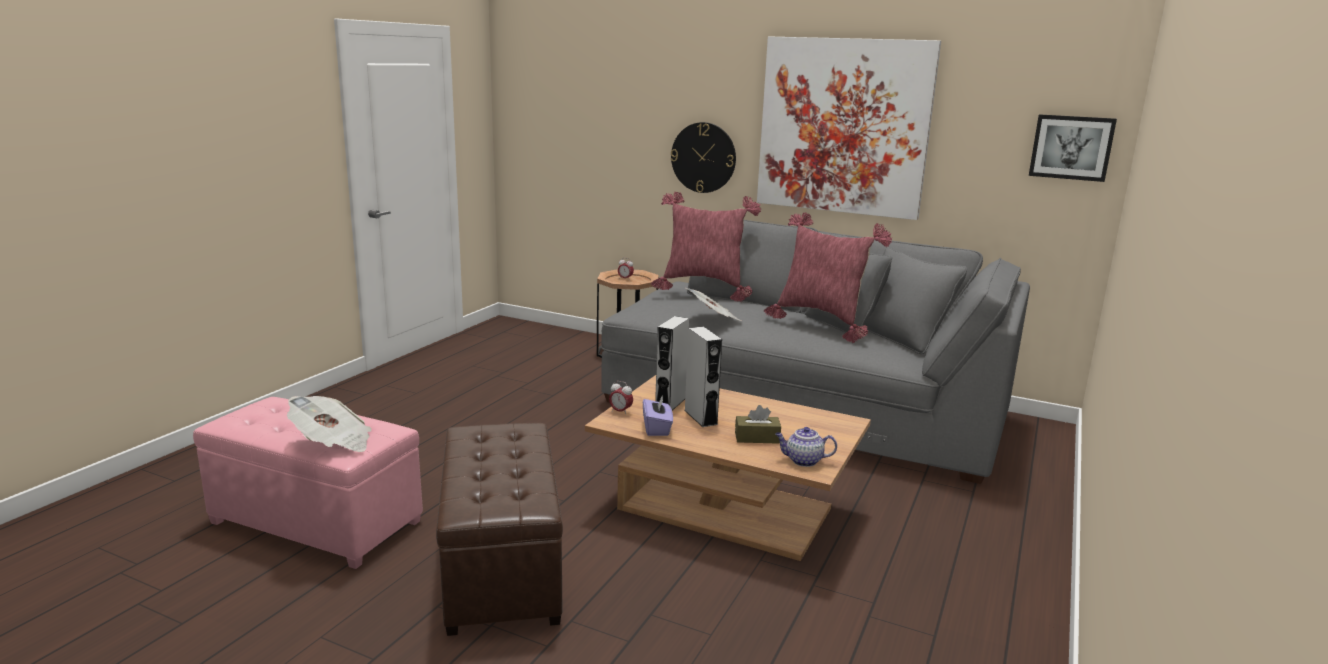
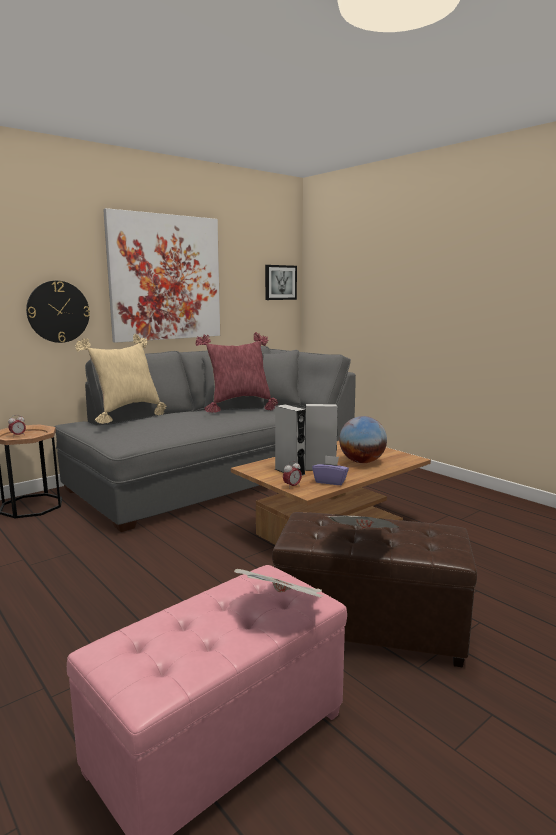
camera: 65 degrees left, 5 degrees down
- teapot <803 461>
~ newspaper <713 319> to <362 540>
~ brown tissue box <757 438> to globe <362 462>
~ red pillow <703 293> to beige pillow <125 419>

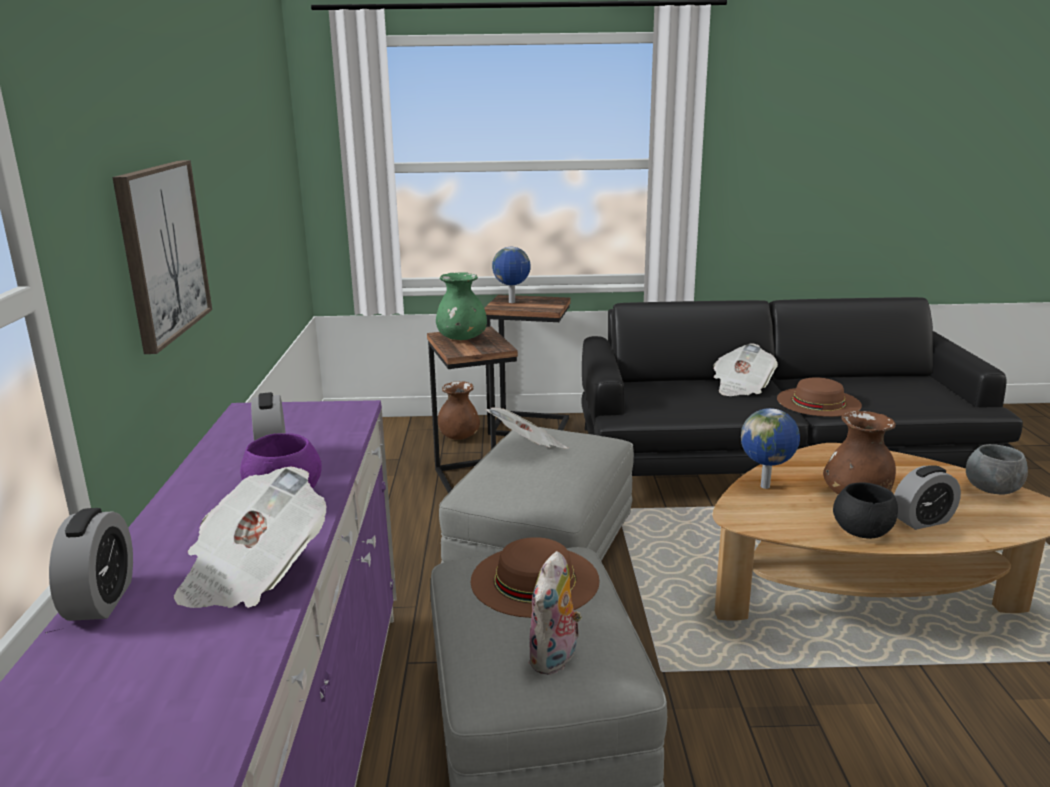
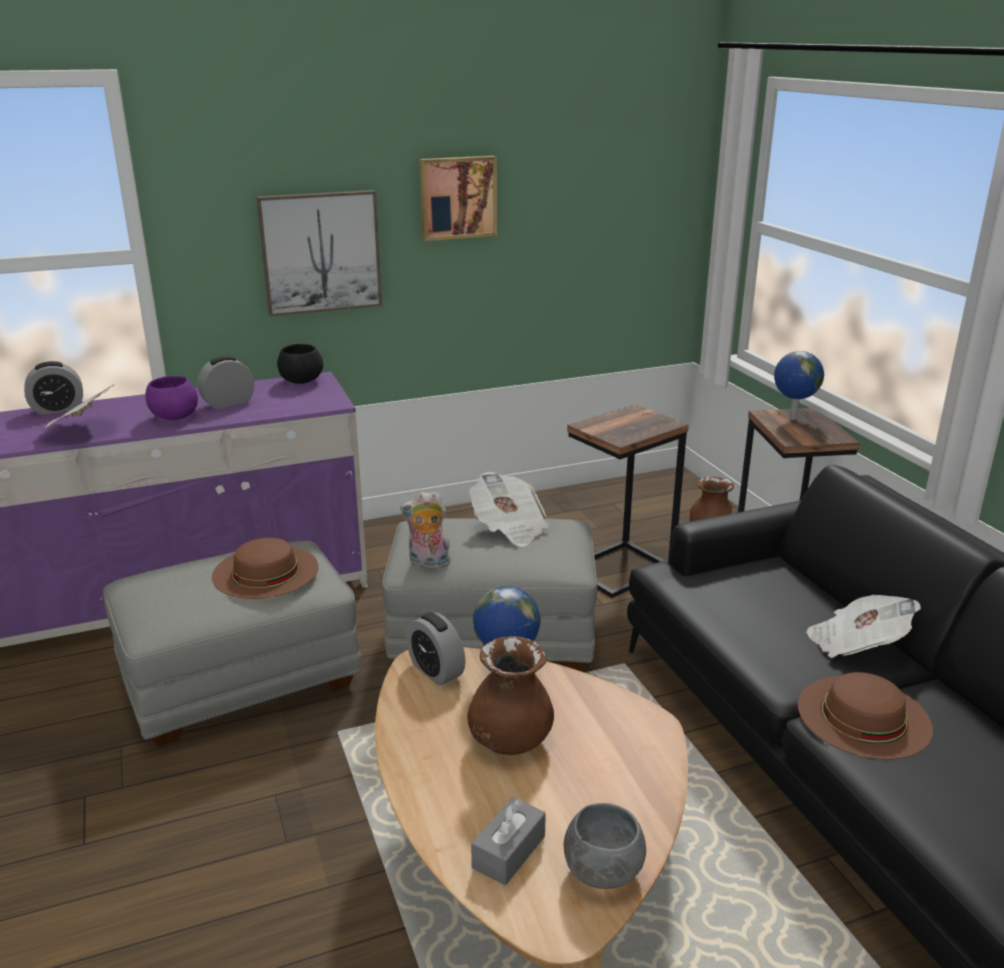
camera: 70 degrees right, 5 degrees up
- green vase <462 339>
+ picture <457 197>
+ grey tissue box <508 852>
~ plush toy <555 660> to <428 564>
~ black bowl <862 532> to <301 381>
~ alarm clock <922 521> to <436 671>

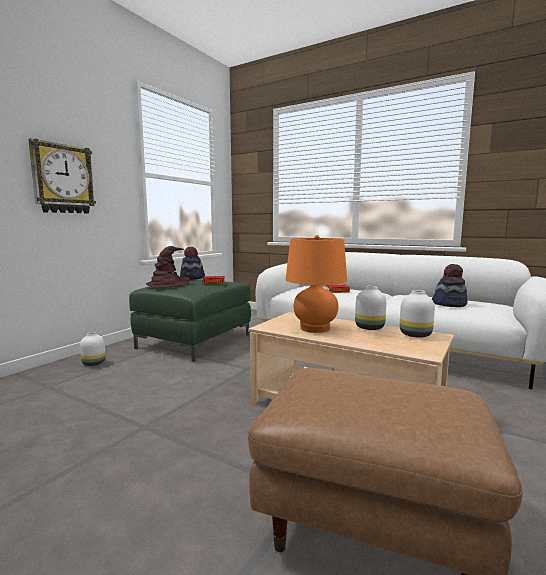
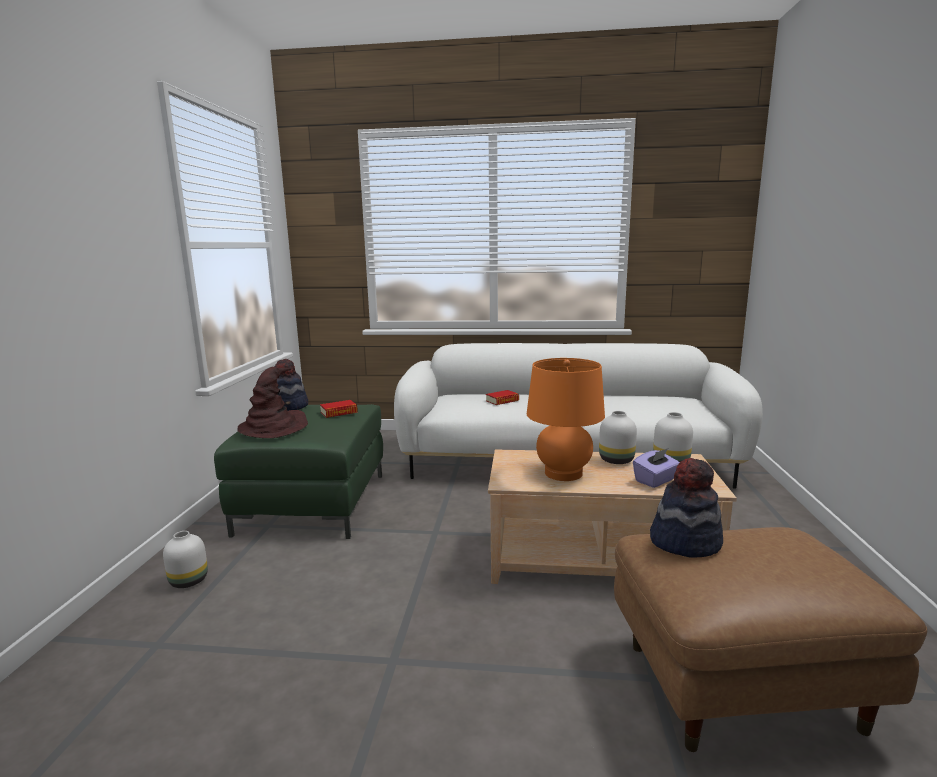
camera: 25 degrees left, 5 degrees up
- wall clock <62 179>
+ purple tissue box <655 480>
~ hat <449 304> to <684 541>

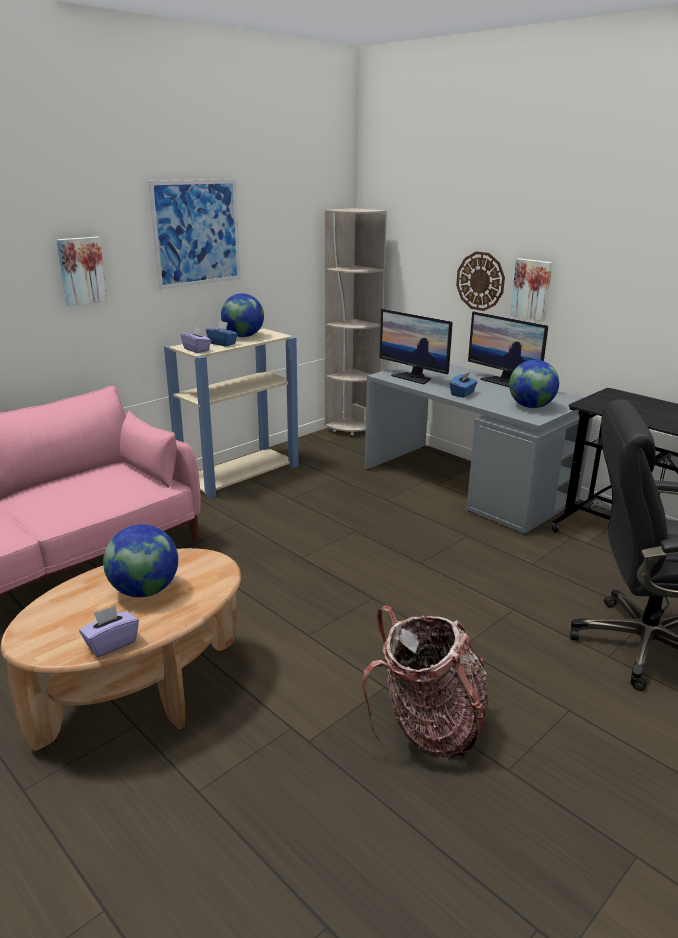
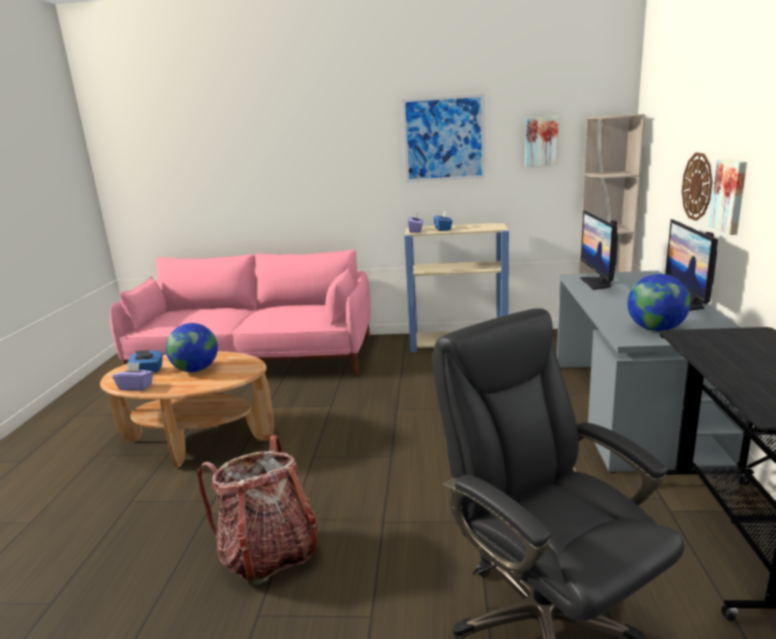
camera: 50 degrees right, 5 degrees down
- globe <243 336>
~ picture <81 270> to <541 141>
~ blue tissue box <462 394> to <147 371>

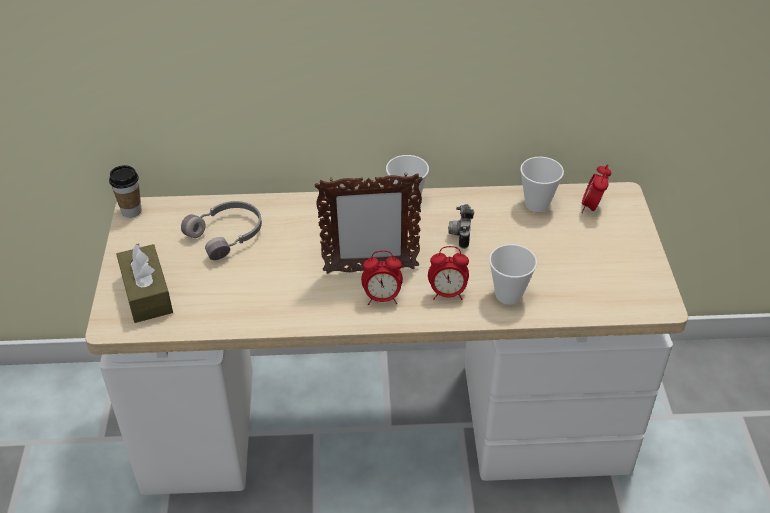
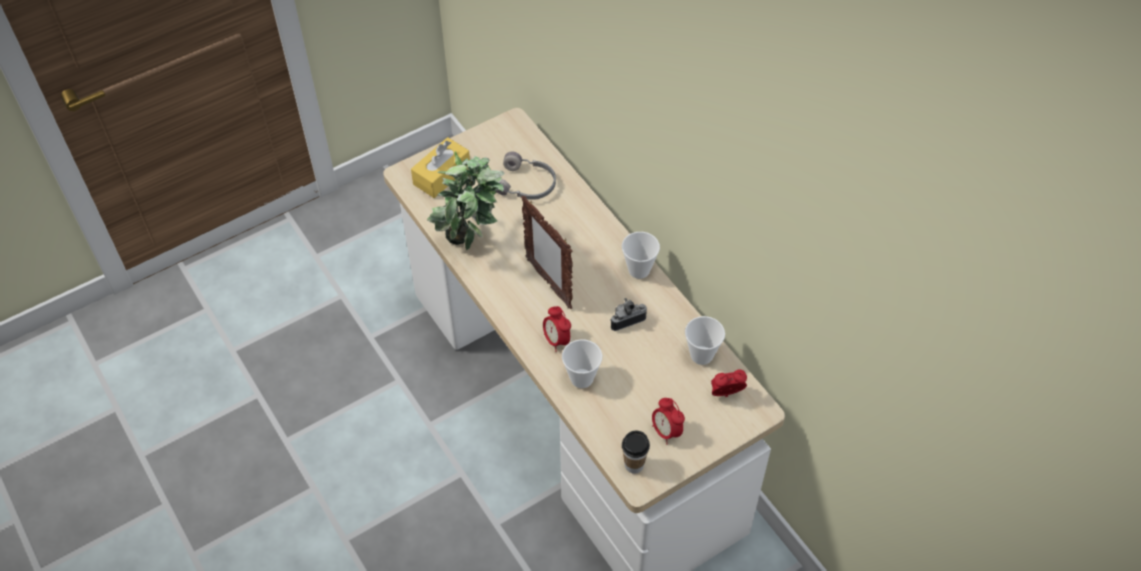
camera: 60 degrees right, 10 degrees up
+ potted plant <471 244>
~ cup <131 211> to <634 465>
~ alarm clock <382 298> to <666 431>
~ brown tissue box <147 293> to yellow tissue box <442 175>

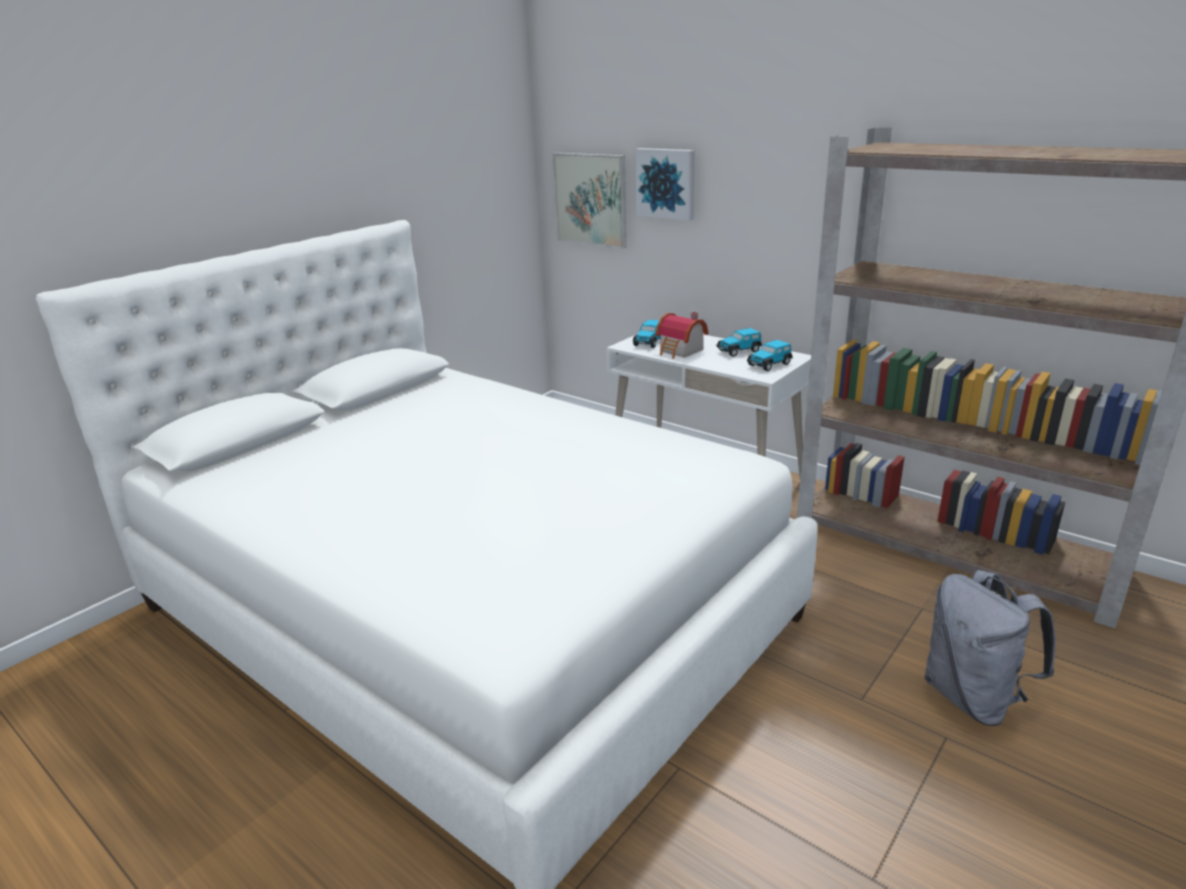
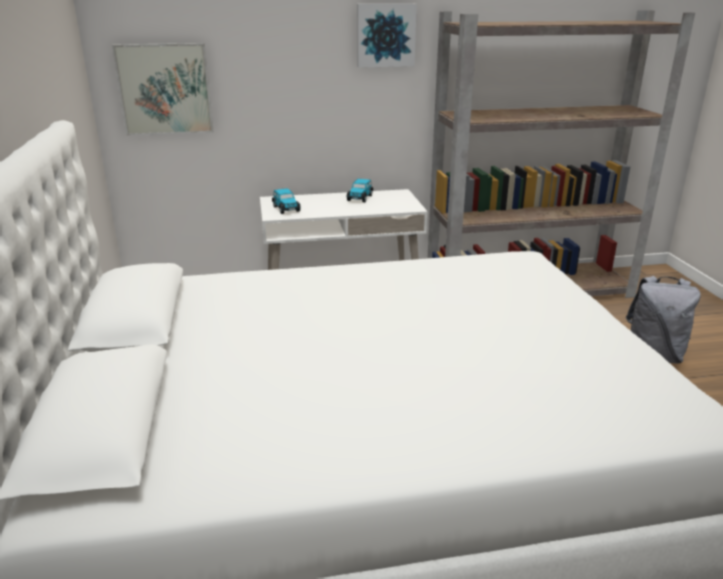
camera: 50 degrees left, 0 degrees up
- toy house <681 351>
- toy car <770 364>
~ picture <666 183> to <385 35>

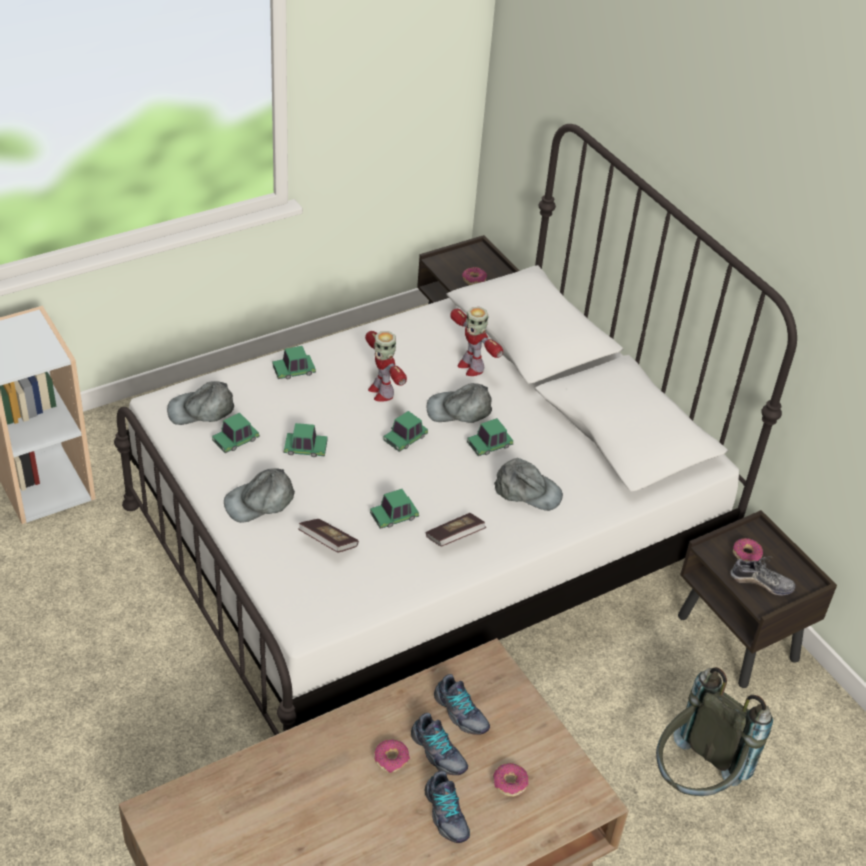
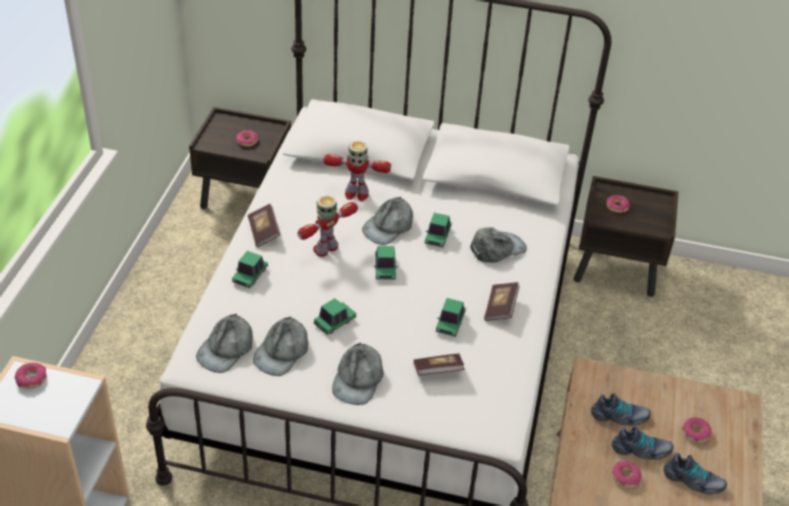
camera: 45 degrees left, 0 degrees up
- grey backpack <694 781>
- shoe <761 583>
+ donut <32 379>
+ book <264 232>
~ toy car <236 440> to grey cap <282 351>
~ toy robot <381 391> = <326 249> 120 degrees clockwise

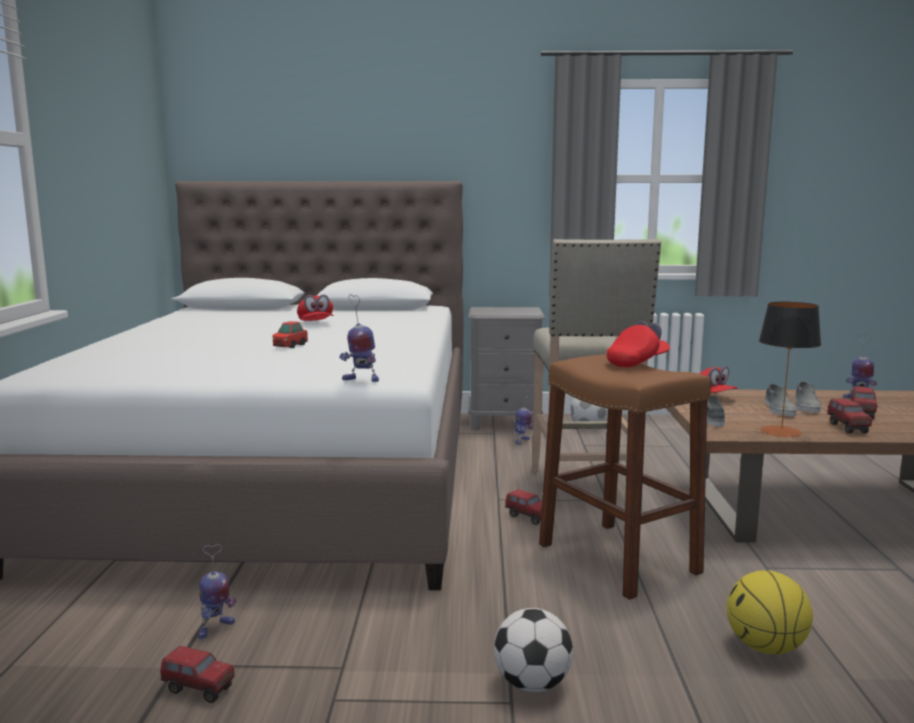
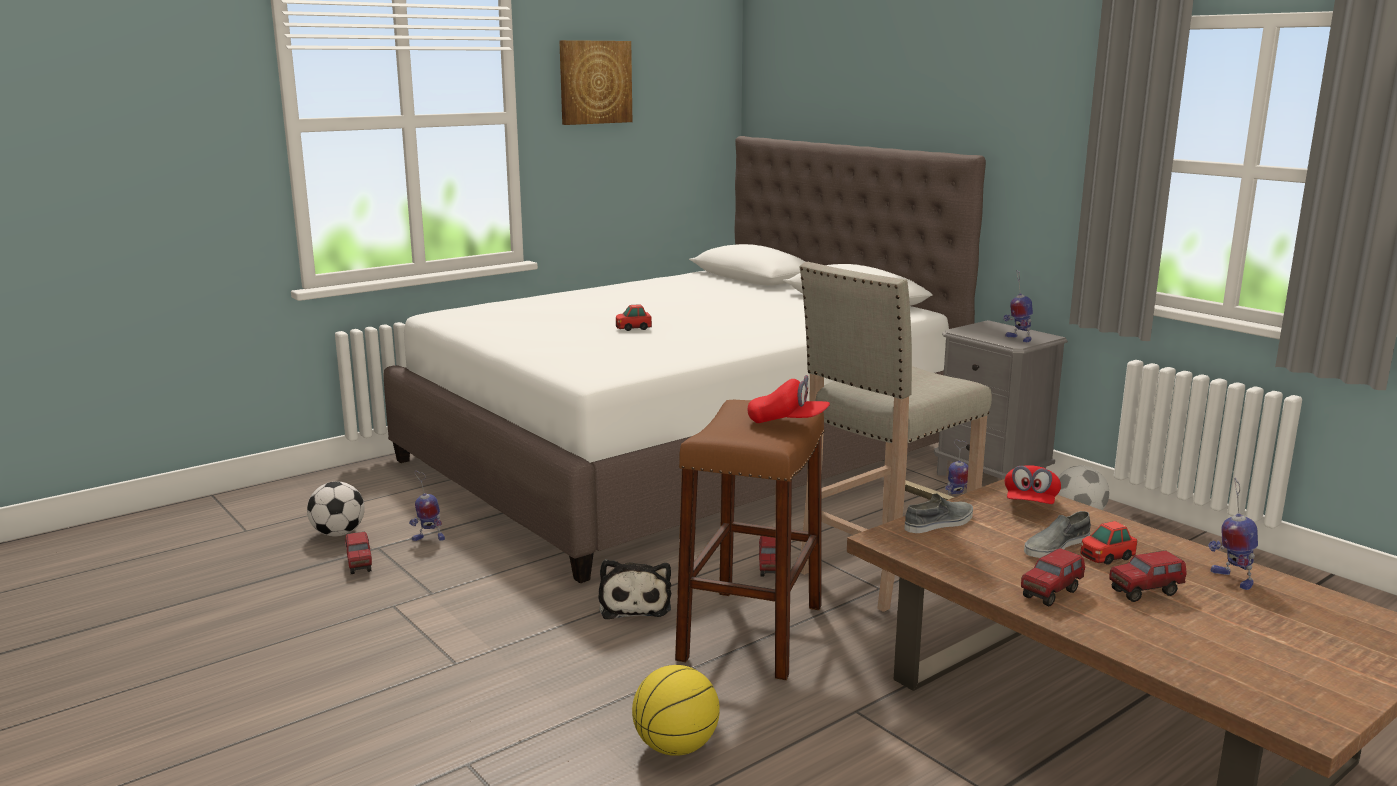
camera: 50 degrees right, 5 degrees up
- red cap <316 323>
- table lamp <781 431>
+ picture <595 82>
+ plush toy <635 604>
~ toy robot <360 380> to <1017 338>
~ football <532 684> to <338 534>
~ grey shoe <805 406> to toy car <1106 557>

